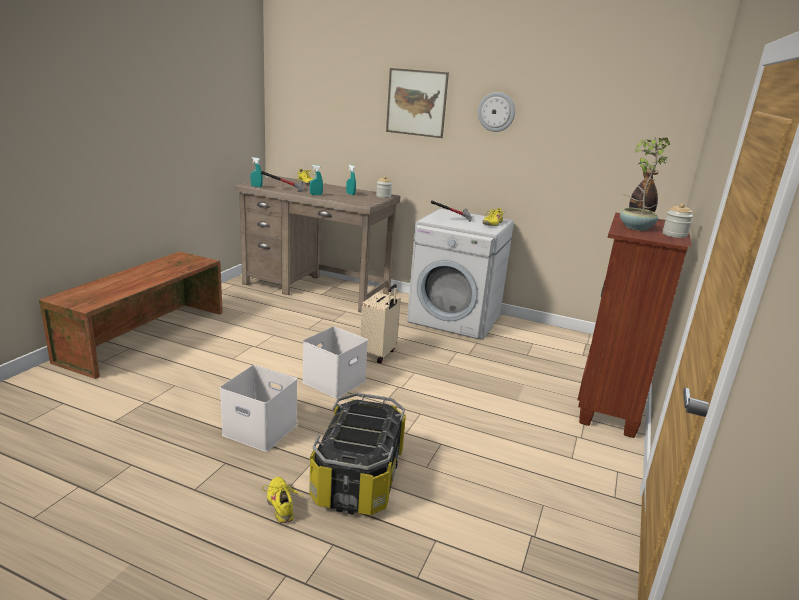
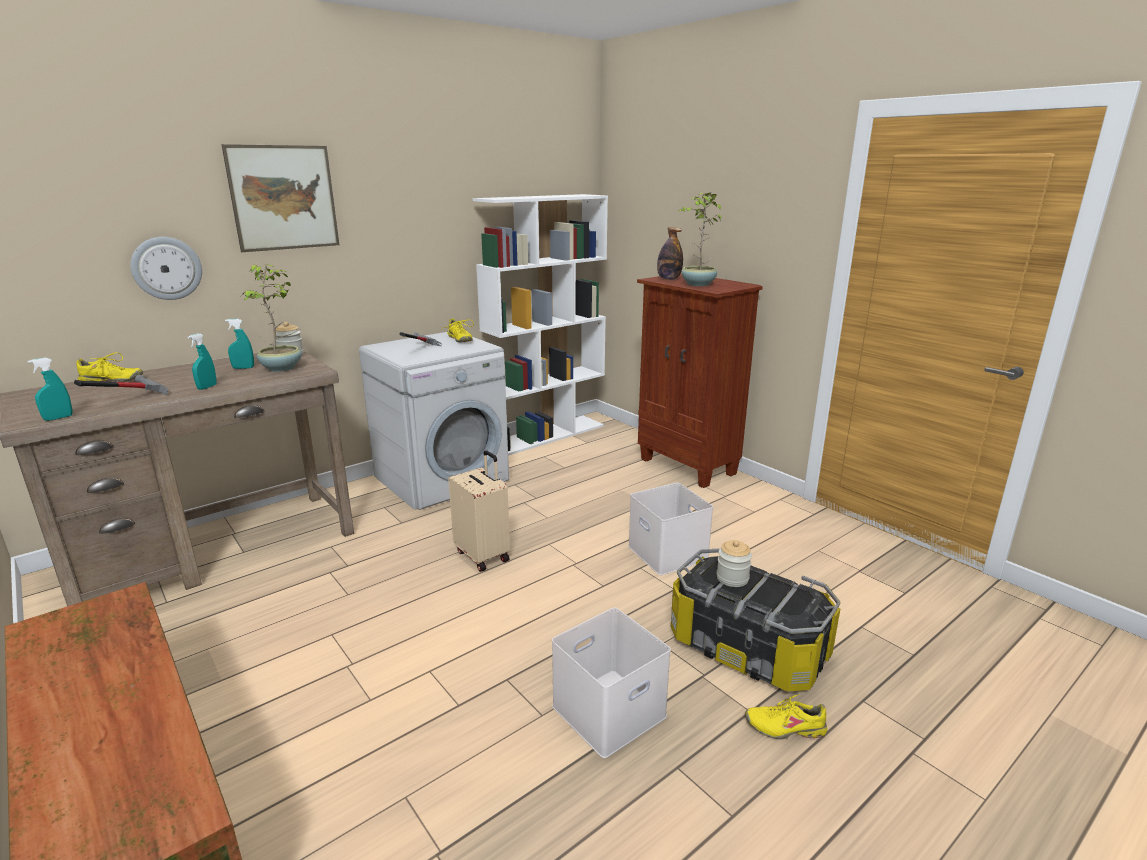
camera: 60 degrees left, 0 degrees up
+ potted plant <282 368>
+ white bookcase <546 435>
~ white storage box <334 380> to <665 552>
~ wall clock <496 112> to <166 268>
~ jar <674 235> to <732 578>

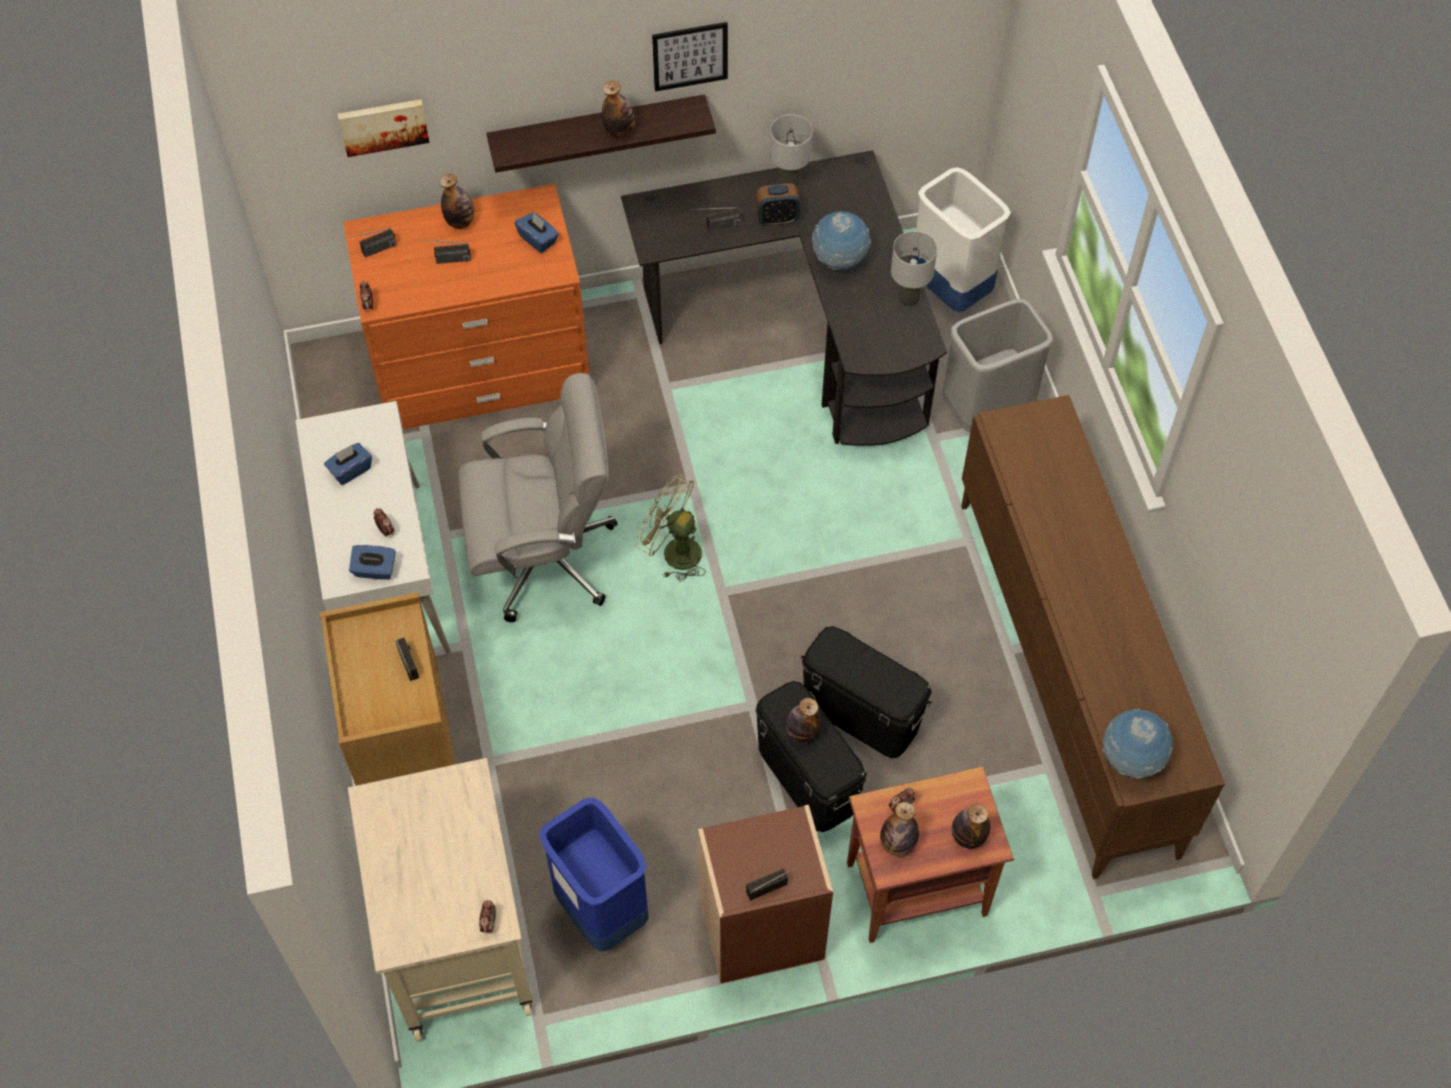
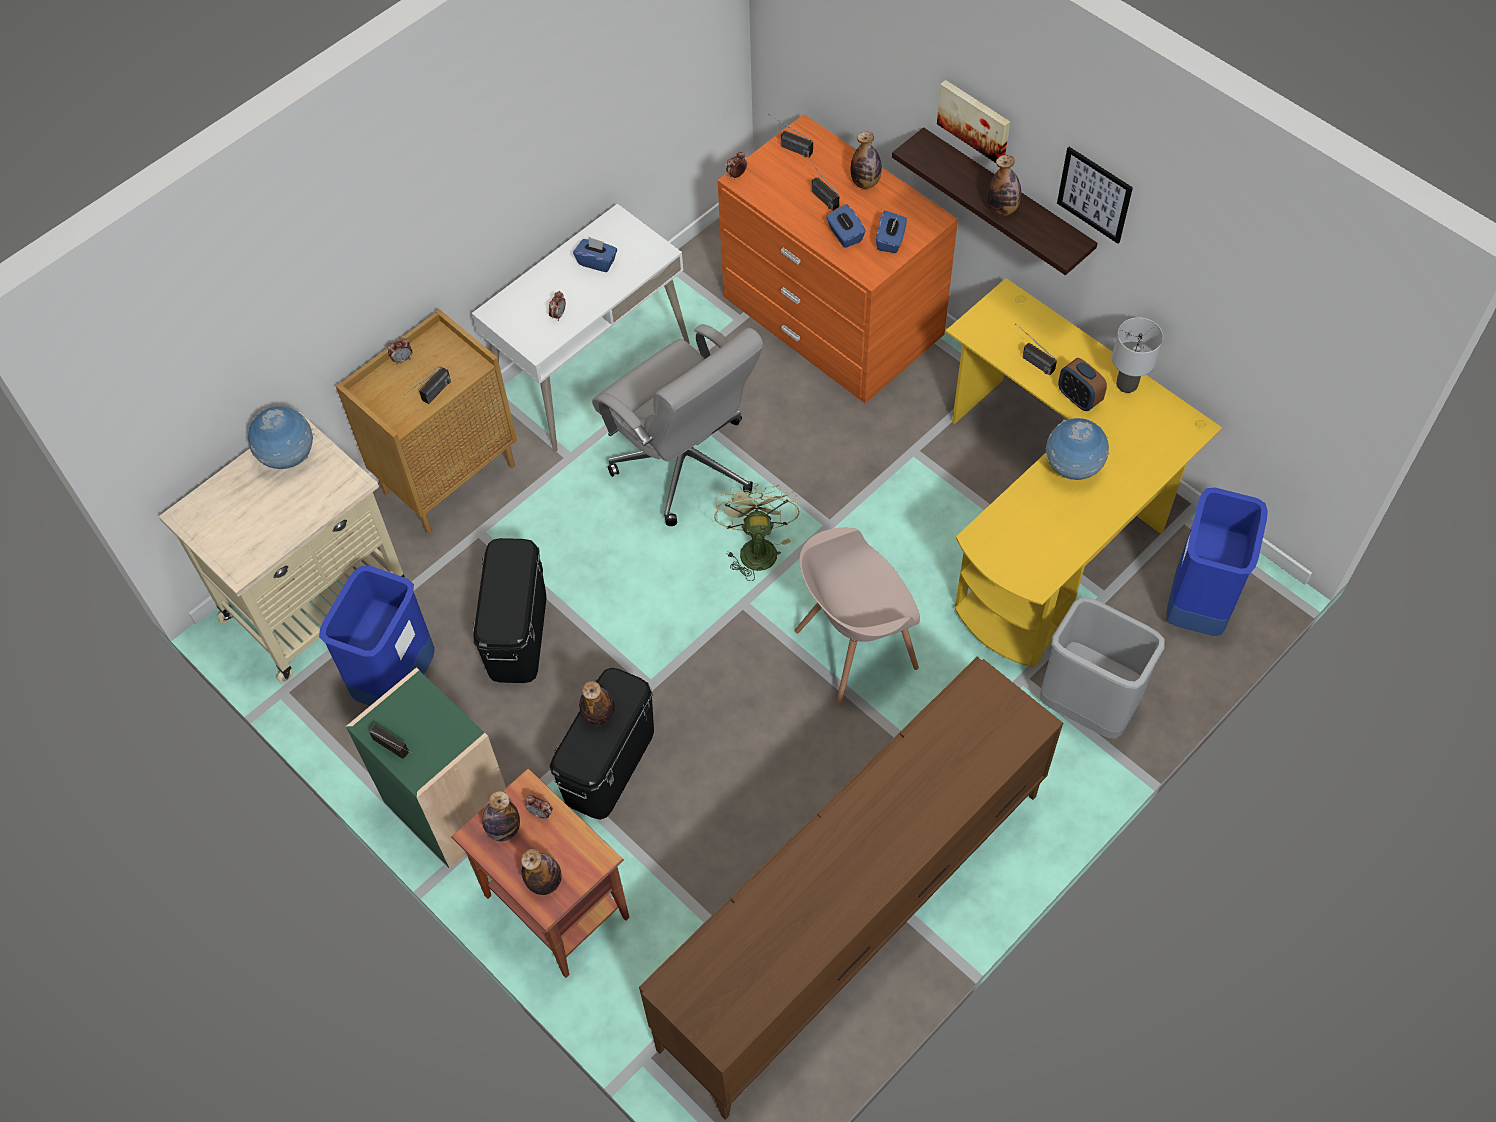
camera: 60 degrees right, 0 degrees up
- white table lamp <908 299>
+ beige chair <854 651>
~ picture <383 125> to <975 120>
~ blue tissue box <375 570> to <845 235>
~ alarm clock <489 923> to <402 359>
~ black storage box <860 714> to <517 633>
~ globe <1131 760> to <289 457>
~ black desk <802 331> to yellow desk <1052 517>
~ brown bookcase <760 931> to green bookcase <446 806>
~ white trash can <951 290> to blue trash can <1197 607>

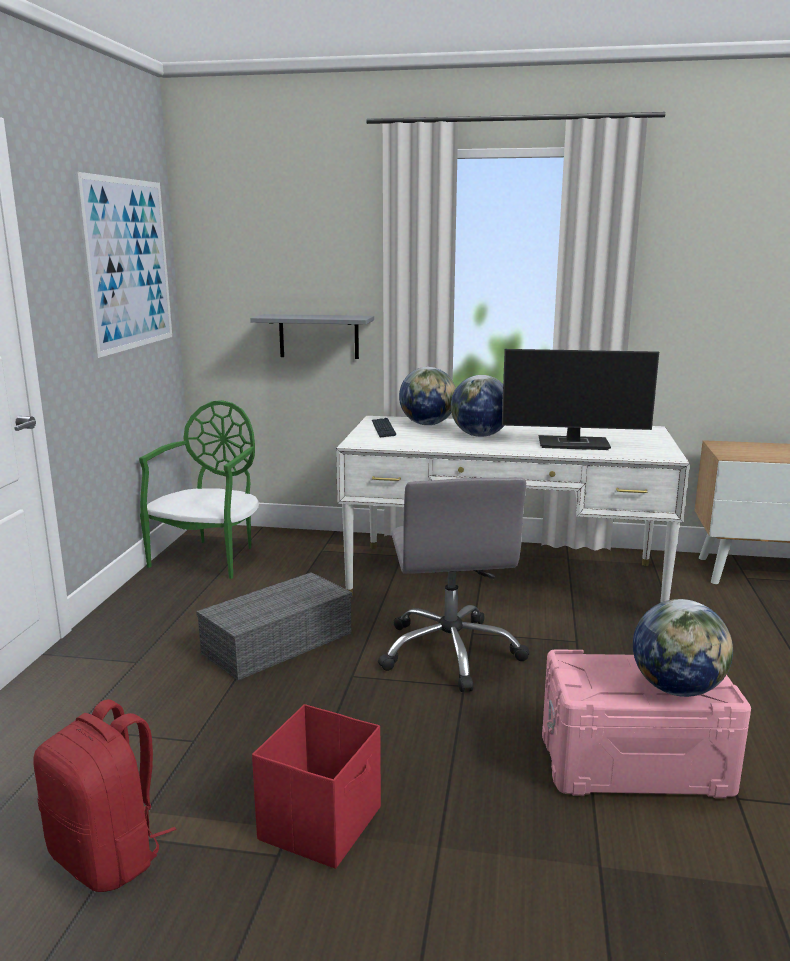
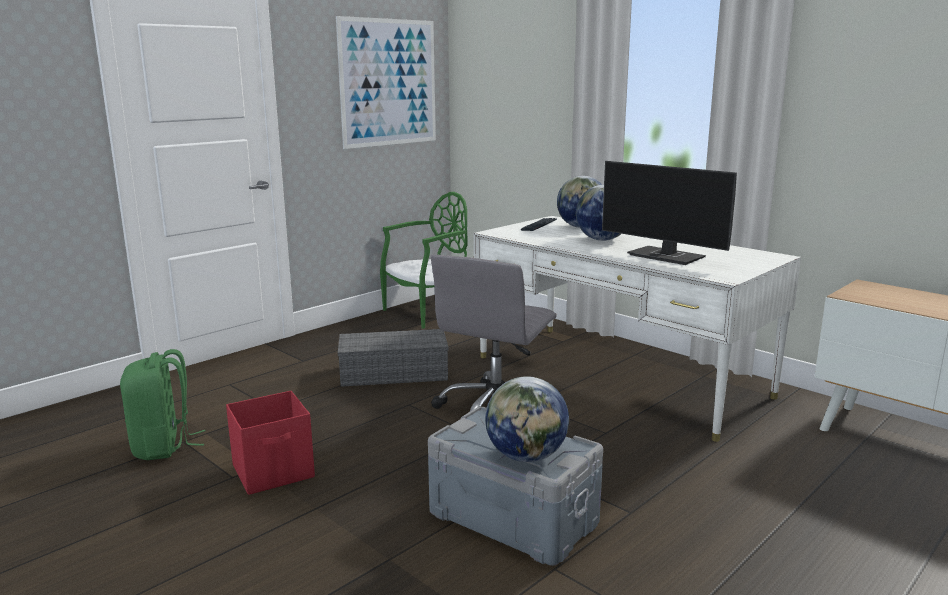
camera: 35 degrees right, 0 degrees up
- grey shelf <319 336>
~ red backpack <109 856> to green backpack <163 446>
~ pink storage box <633 762> to grey storage box <514 517>

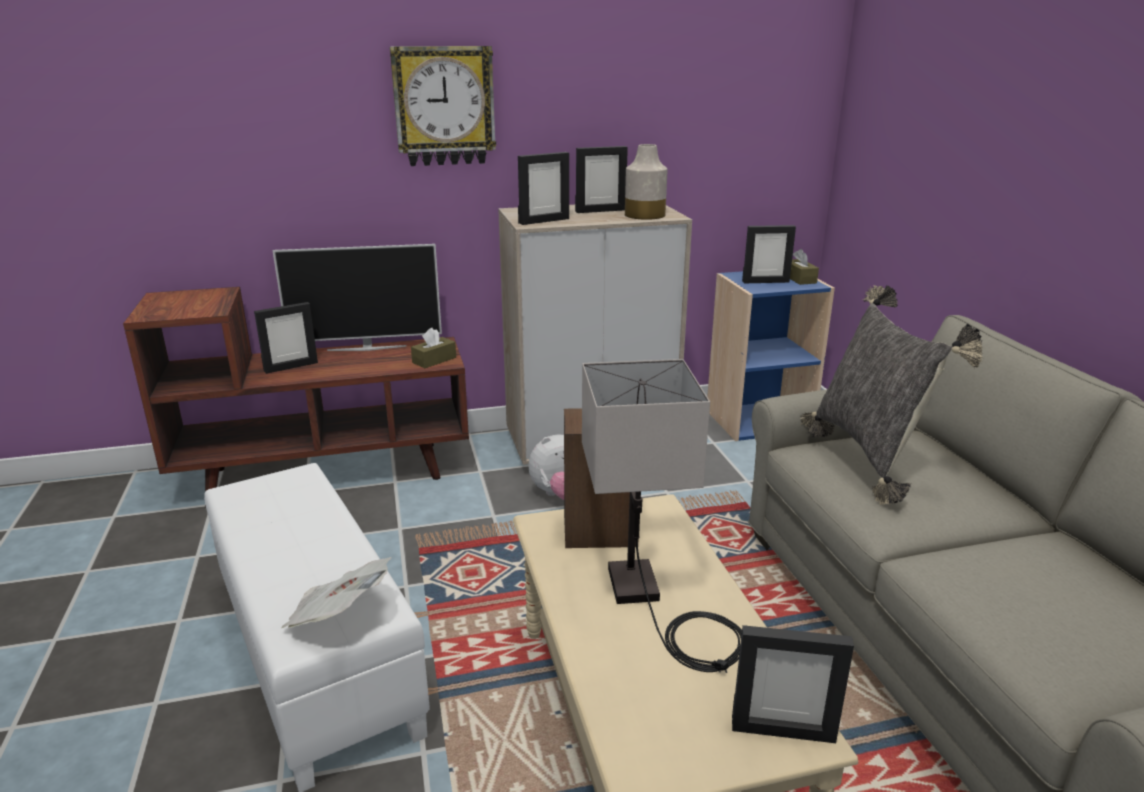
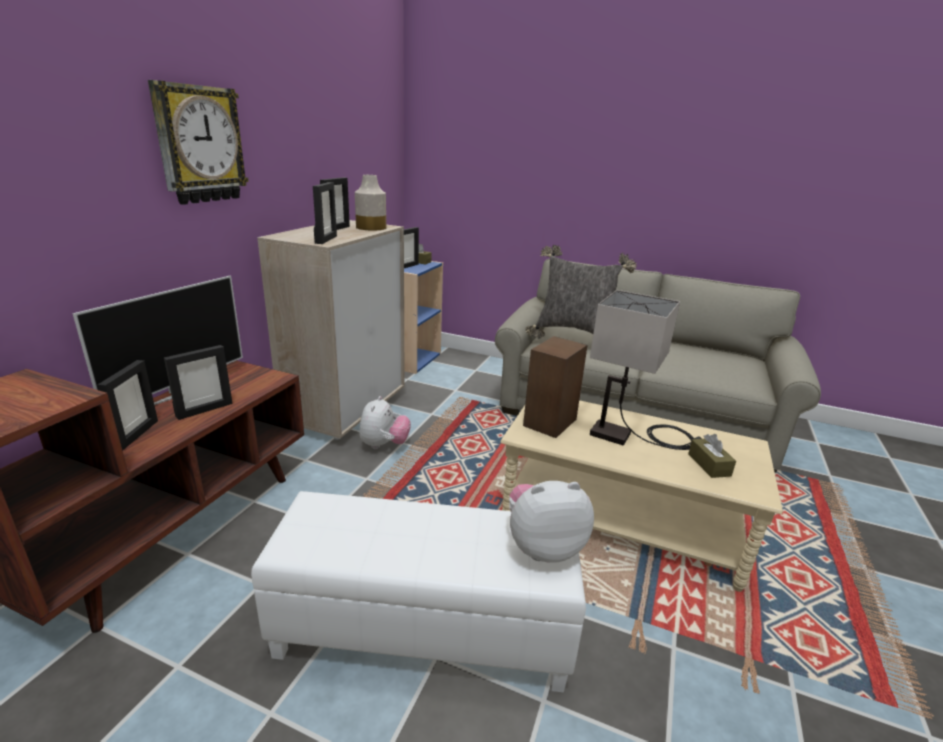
camera: 55 degrees left, 0 degrees up
~ brown tissue box <434 360> to <709 465>
~ picture frame <783 730> to <204 410>
~ newspaper <340 616> to plush toy <543 546>

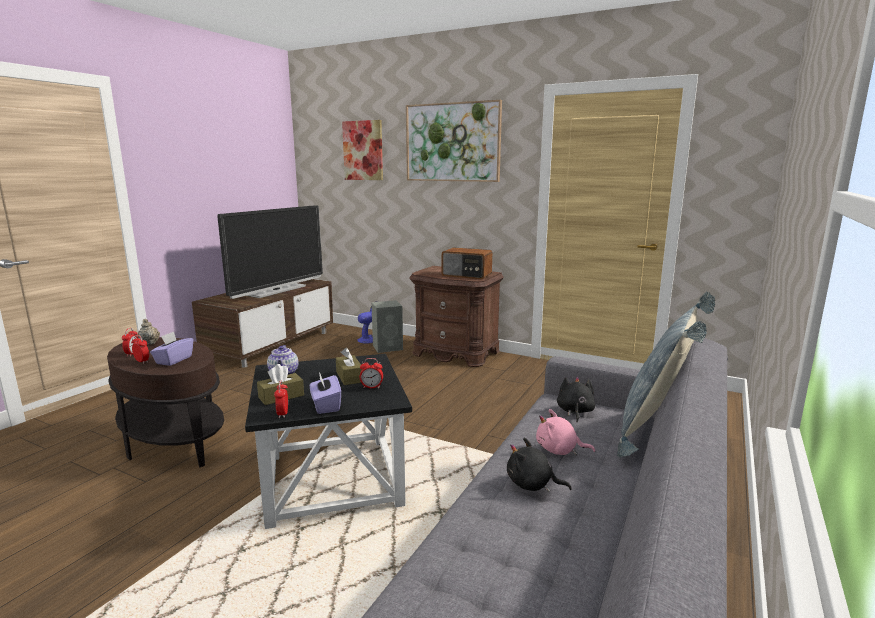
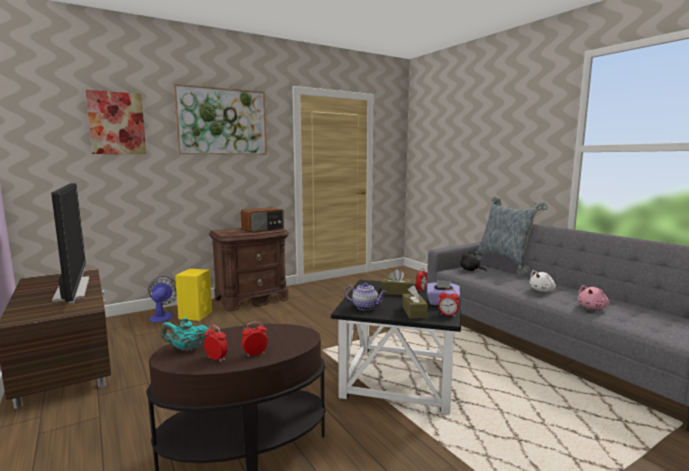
camera: 60 degrees left, 5 degrees down
- purple tissue box <173 360>
~ pink plush toy <559 450> to <592 307>
~ beige teapot <149 343> to turquoise teapot <186 349>
~ grey speaker <388 347> to yellow speaker <196 315>
~ black plush toy <532 484> to white plush toy <542 290>

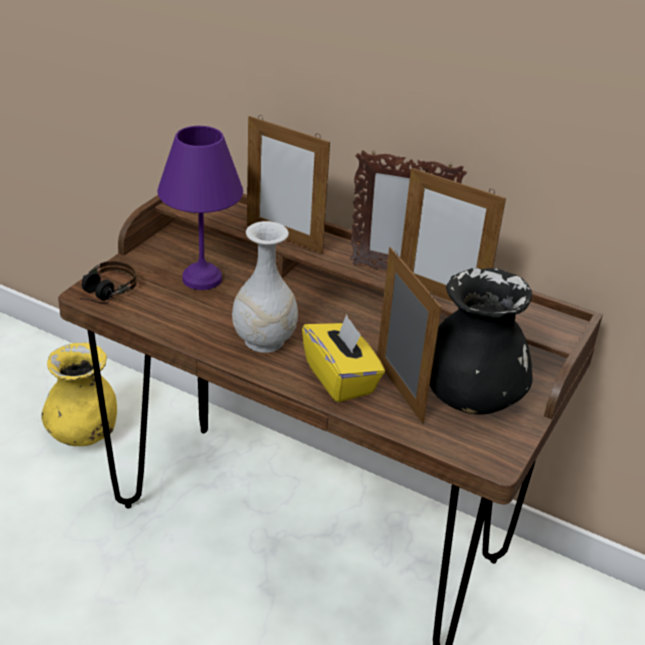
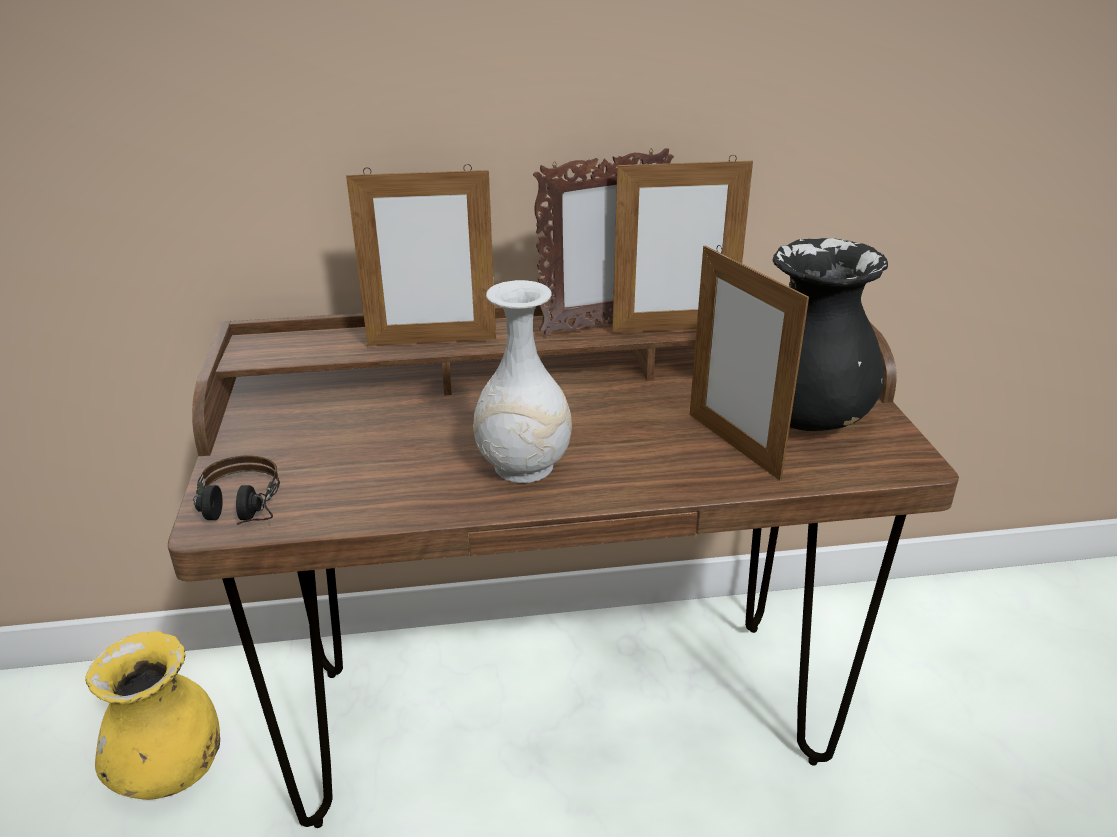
camera: 35 degrees left, 5 degrees down
- purple table lamp <202 280>
- yellow tissue box <340 378>
~ picture frame <399 390> = <733 445> 150 degrees counterclockwise

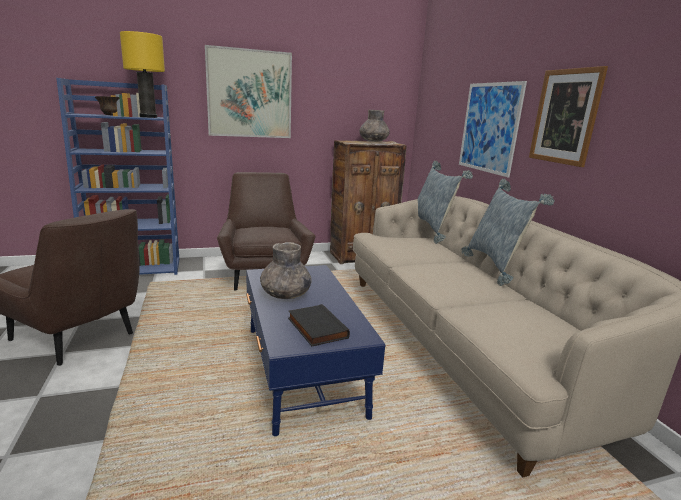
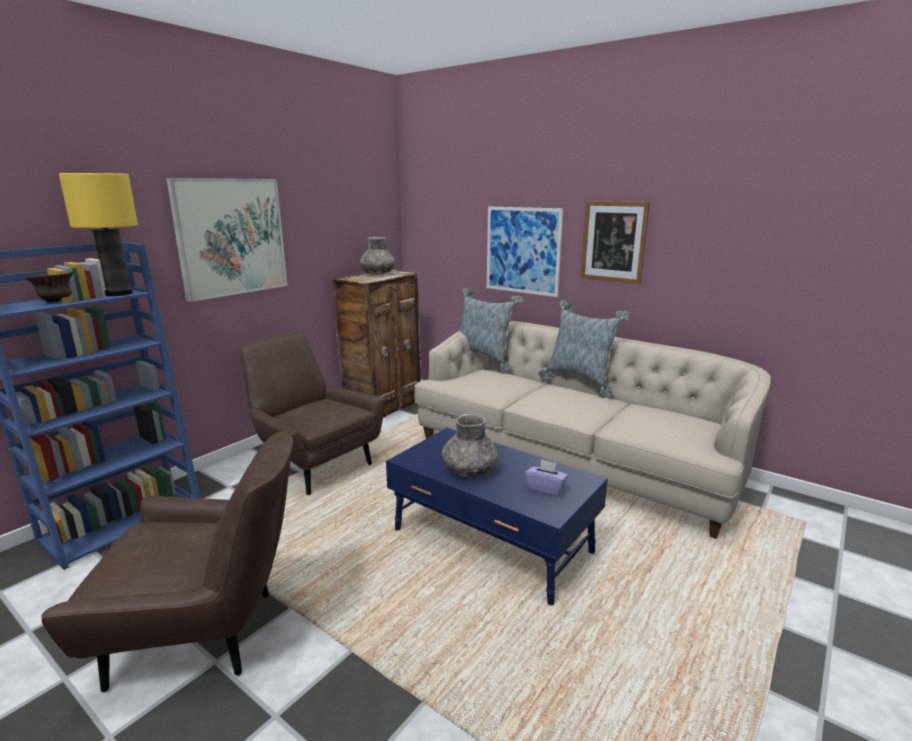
camera: 35 degrees left, 0 degrees up
~ black book <315 328> to purple tissue box <545 489>

